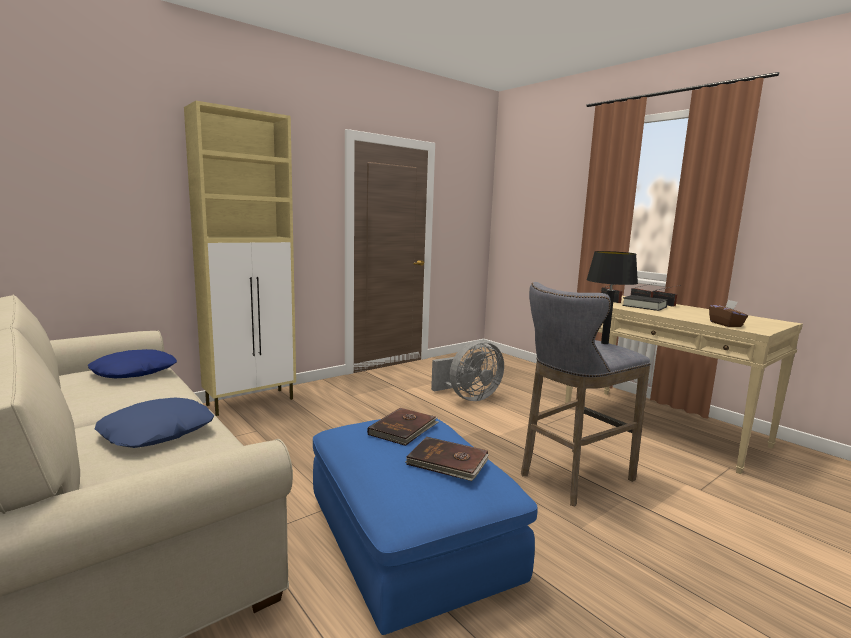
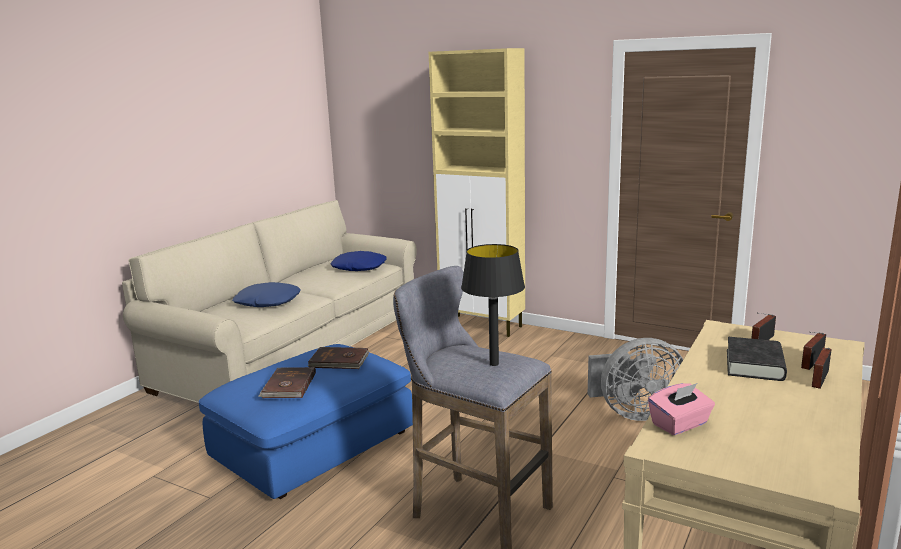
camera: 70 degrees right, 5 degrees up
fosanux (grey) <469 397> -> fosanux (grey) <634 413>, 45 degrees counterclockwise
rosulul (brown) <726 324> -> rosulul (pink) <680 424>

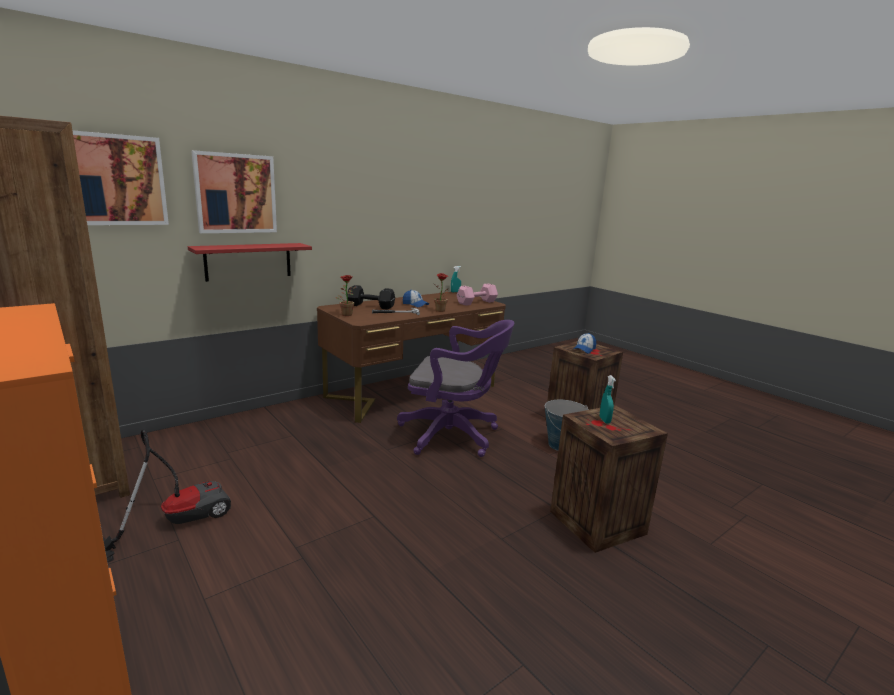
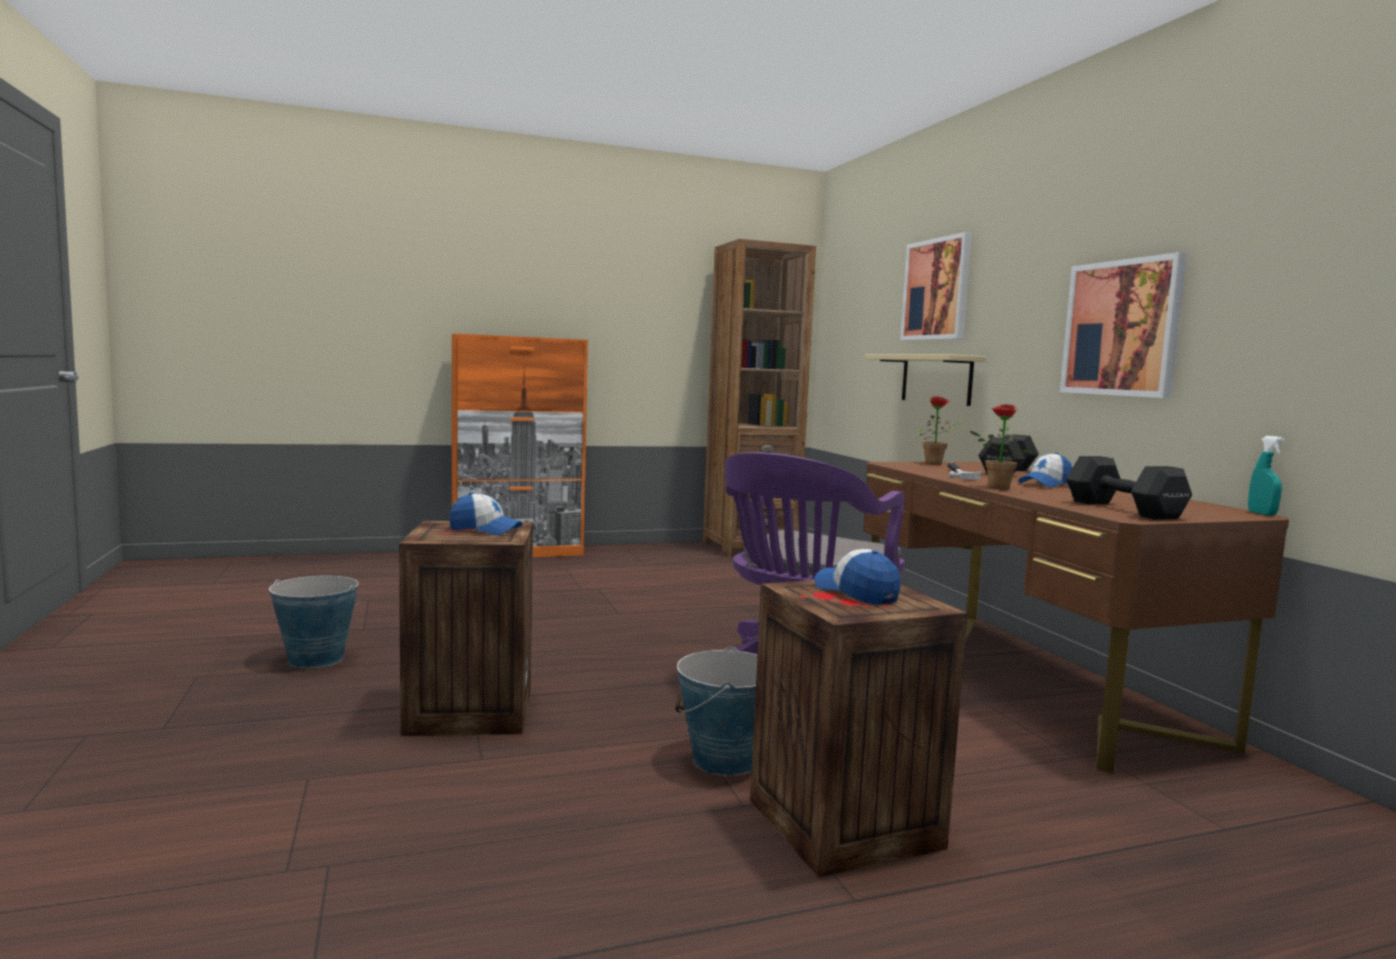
camera: 110 degrees right, 10 degrees down
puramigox <114 180> -> puramigox <1122 328>, relocated
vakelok <177 520> -> none
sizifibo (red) <248 261> -> sizifibo (beige) <936 379>
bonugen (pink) <475 302> -> bonugen (black) <1122 509>
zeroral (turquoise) <604 420> -> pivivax <485 530>
none -> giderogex <315 659>

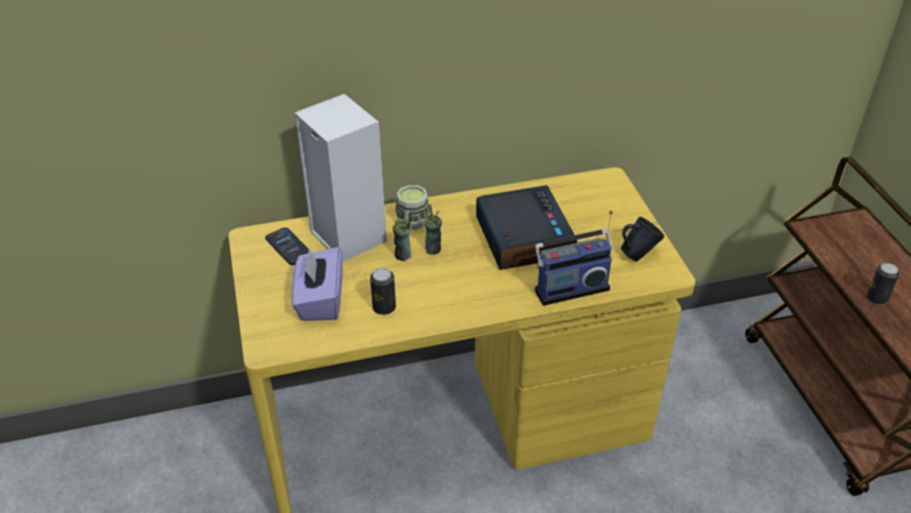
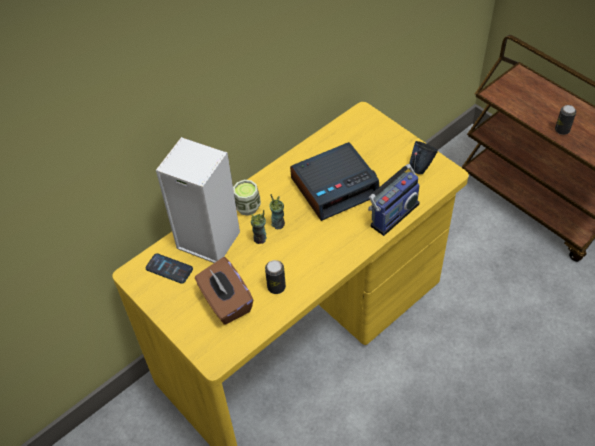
camera: 25 degrees left, 10 degrees up
rosulul (purple) <320 300> -> rosulul (brown) <226 302>
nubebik <524 237> -> nubebik <335 186>, 105 degrees clockwise

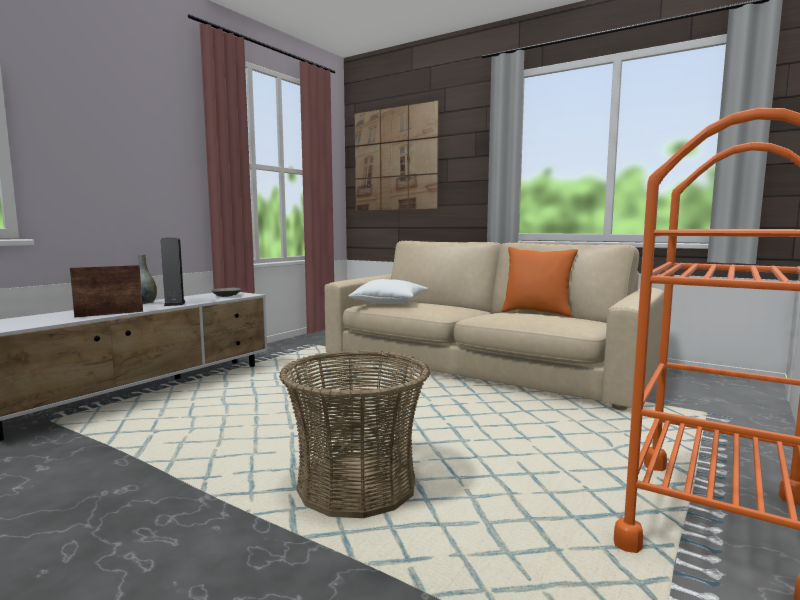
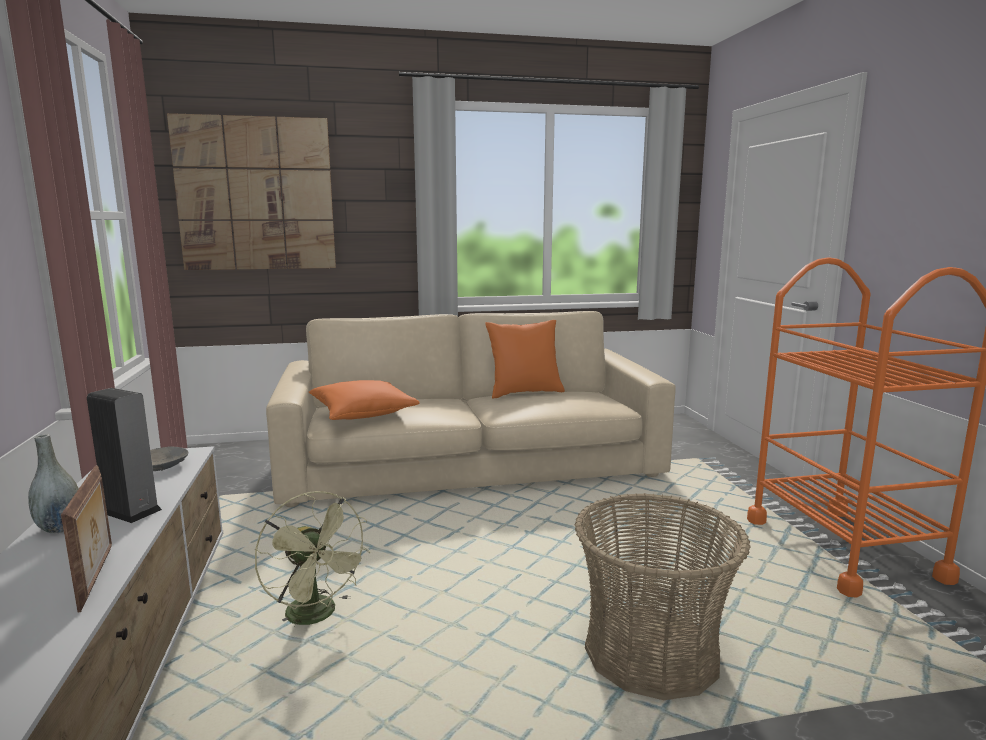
camera: 45 degrees left, 5 degrees up
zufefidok <109 314> -> zufefidok <98 577>, 150 degrees clockwise
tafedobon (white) <389 302> -> tafedobon (orange) <363 413>
none -> fosanux (green) <318 616>

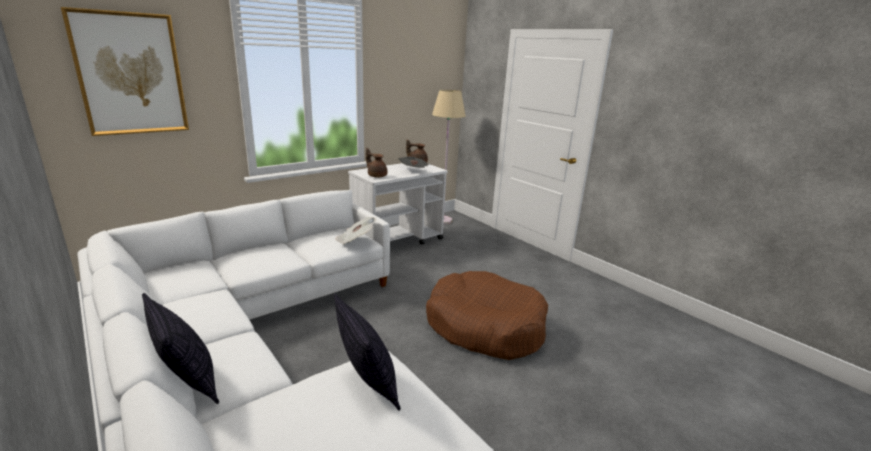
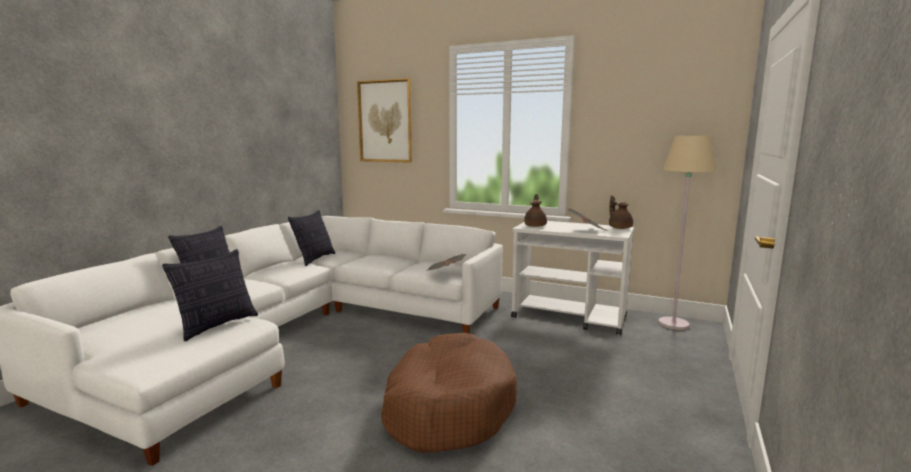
camera: 65 degrees right, 10 degrees down
none -> tafedobon <314 259>

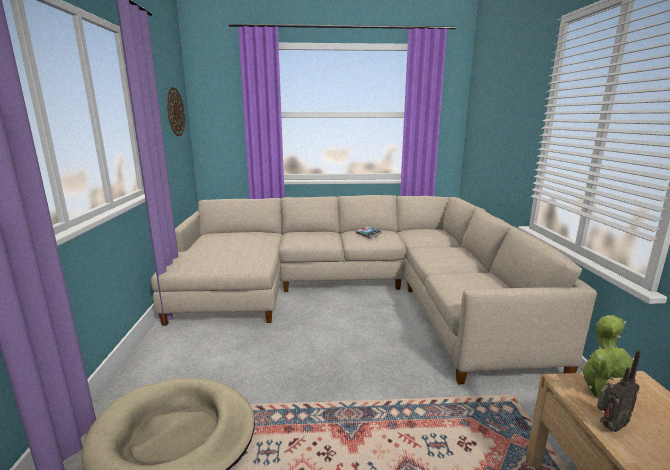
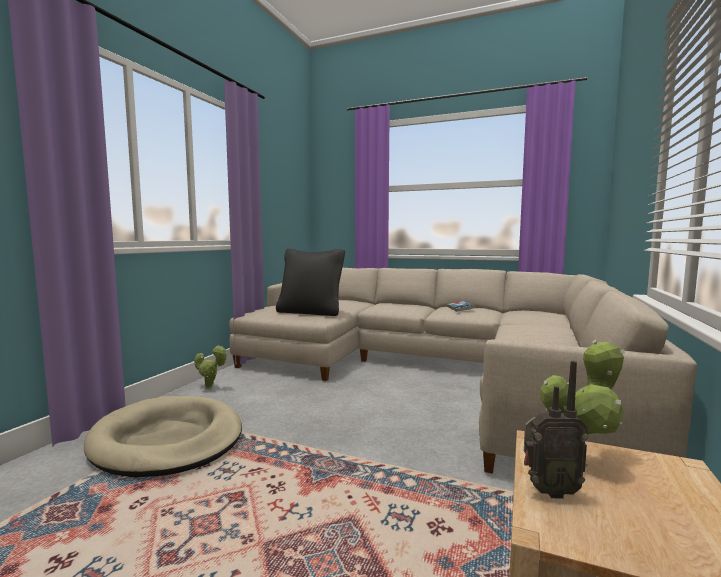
camera: 25 degrees right, 10 degrees down
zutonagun <175 112> -> none
none -> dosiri <210 388>
none -> tafedobon (black) <310 312>

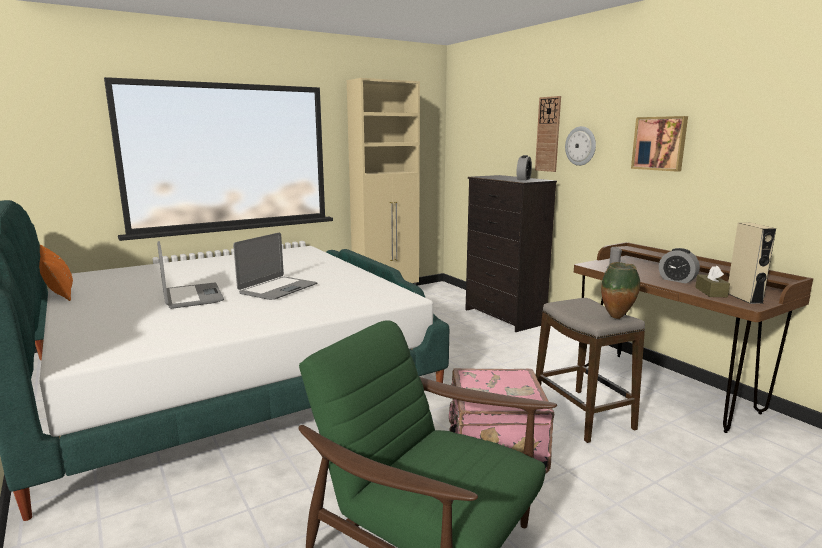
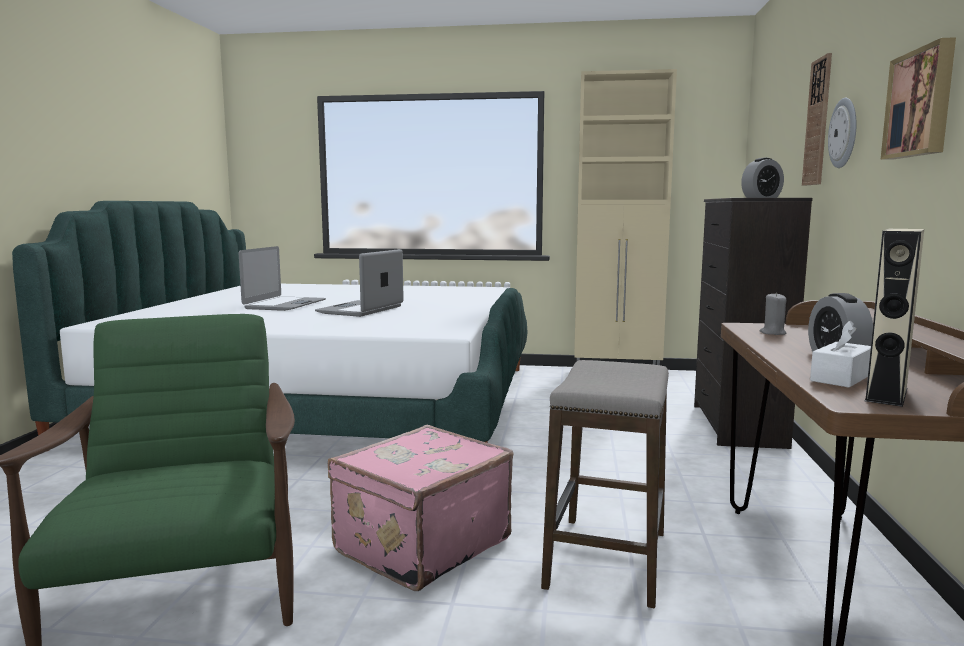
camera: 40 degrees right, 5 degrees down
tafedobon (orange) <59 290> -> none
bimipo <278 289> -> bimipo <361 310>, 135 degrees clockwise
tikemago <617 318> -> none
rosulul (brown) <711 292> -> rosulul (white) <841 378>

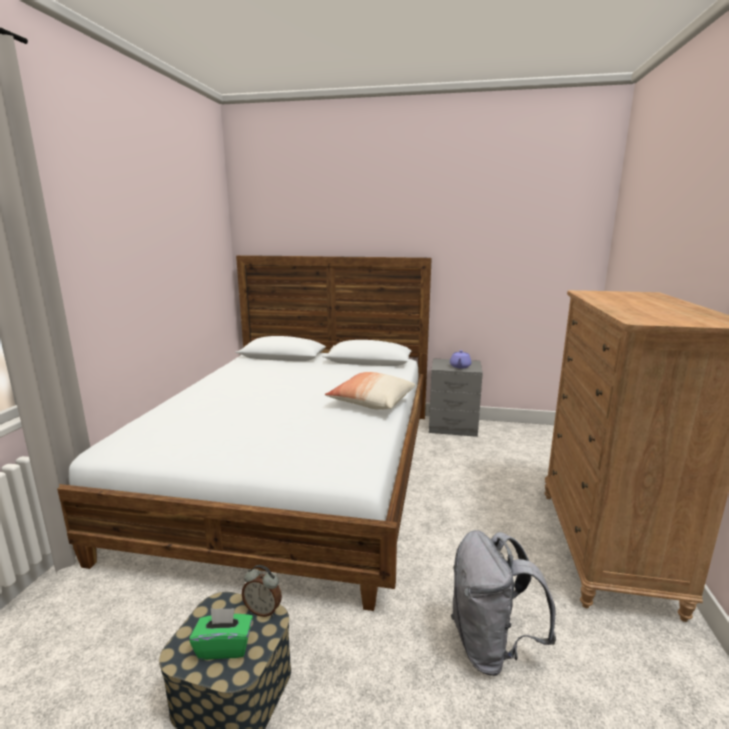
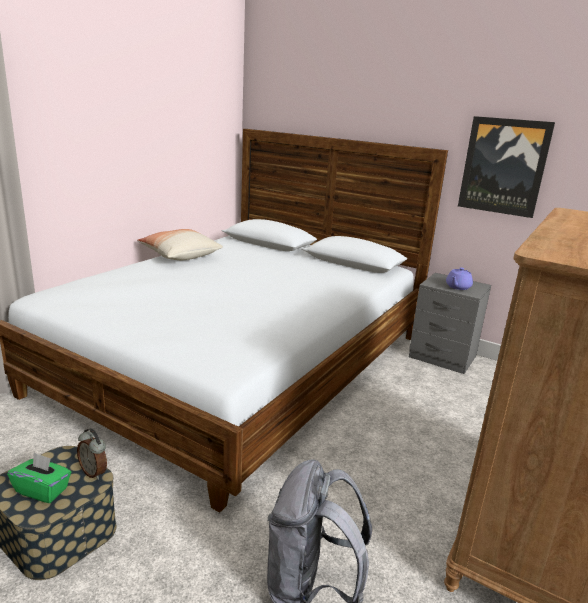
camera: 20 degrees right, 5 degrees up
tafedobon <371 402> -> tafedobon <179 255>, relocated
none -> puramigox <503 166>

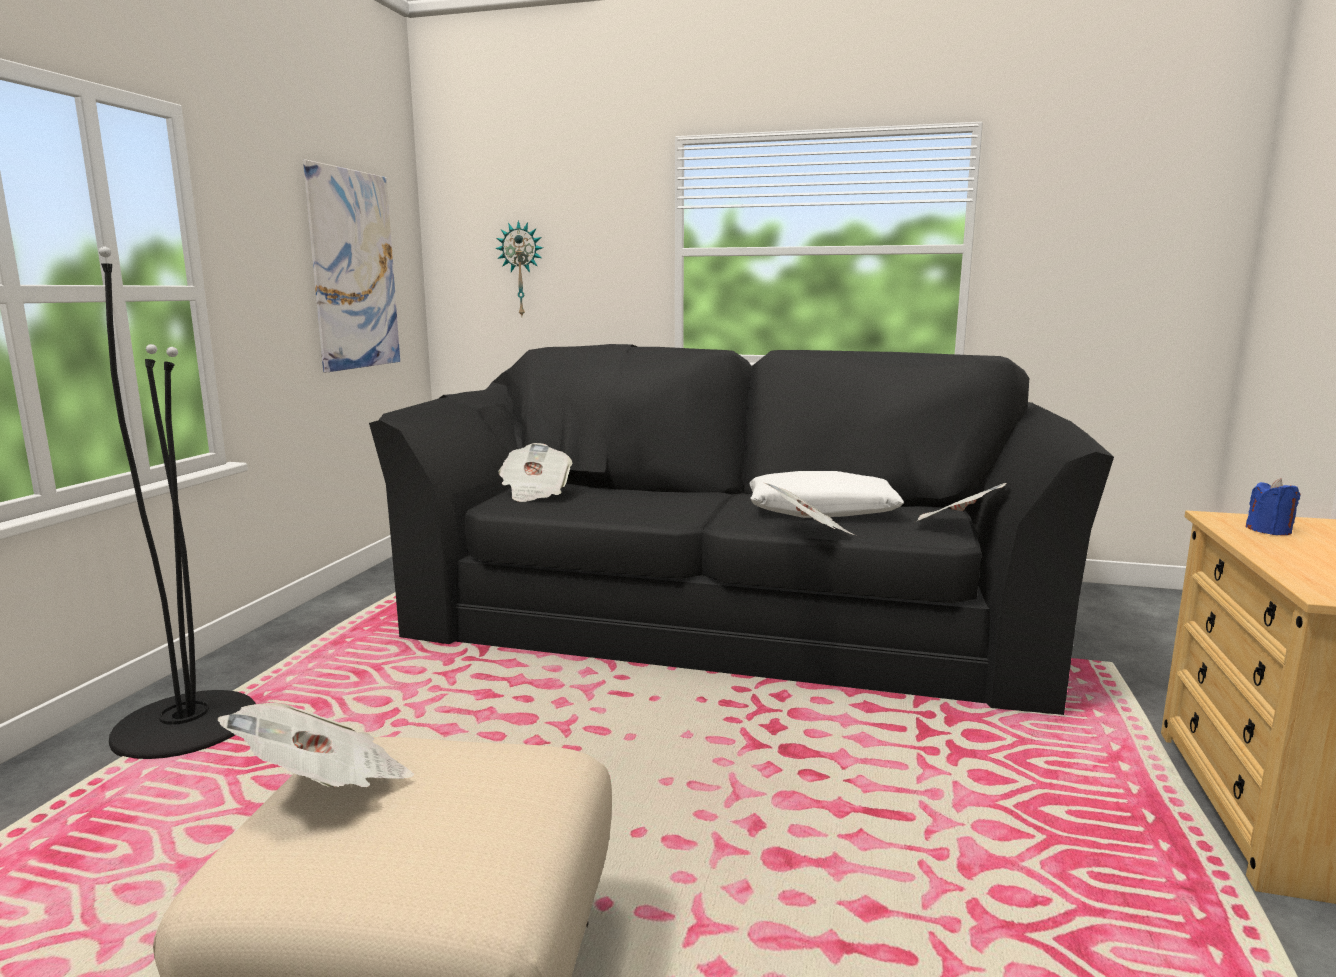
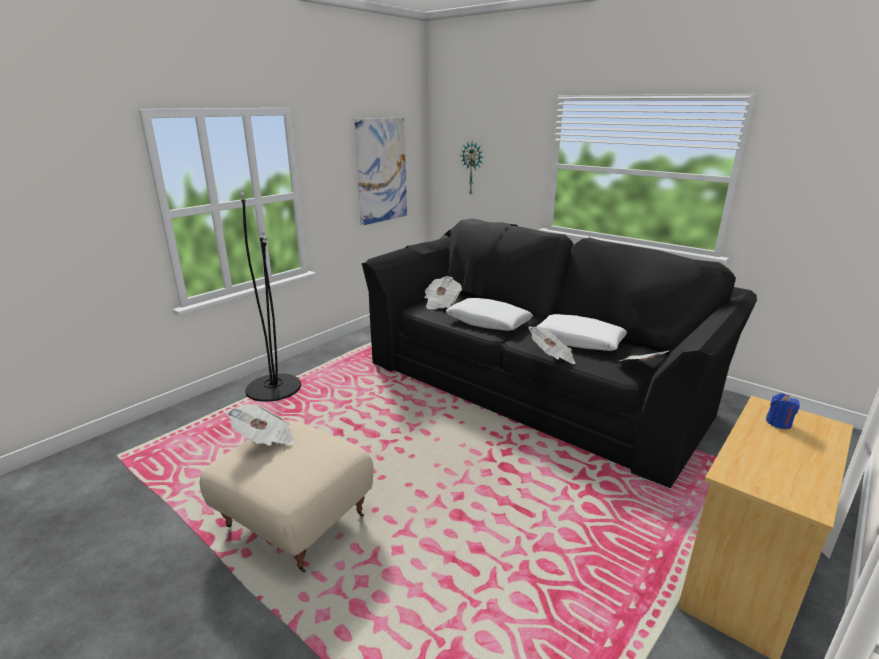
camera: 25 degrees right, 10 degrees up
none -> tafedobon (white) <488 322>

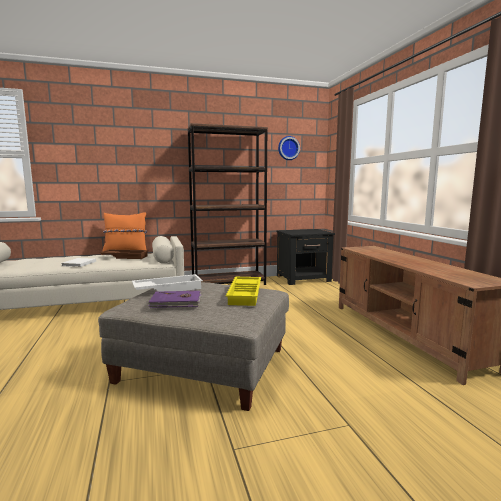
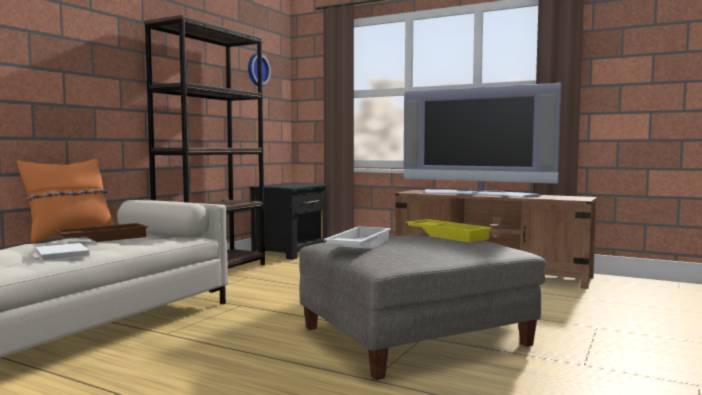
camera: 45 degrees left, 5 degrees down
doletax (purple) <176 302> -> none
none -> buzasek <478 194>

